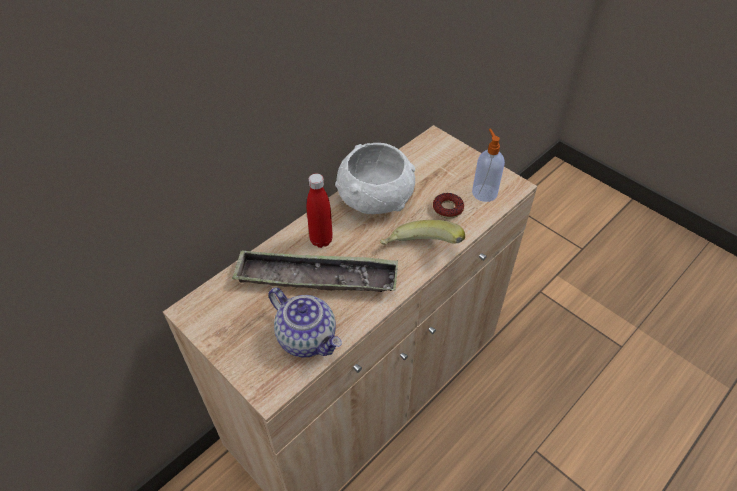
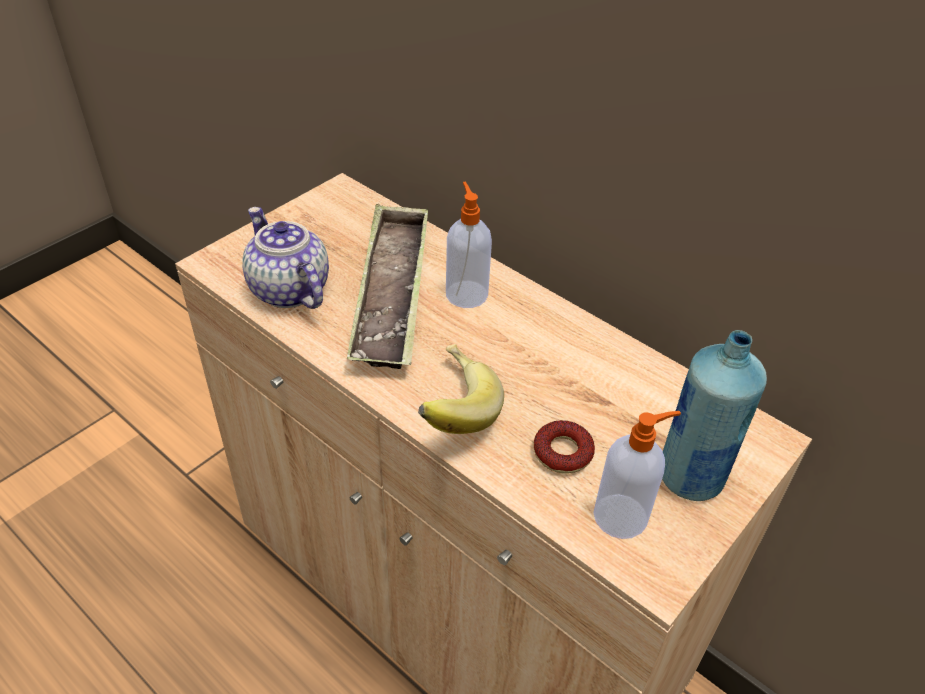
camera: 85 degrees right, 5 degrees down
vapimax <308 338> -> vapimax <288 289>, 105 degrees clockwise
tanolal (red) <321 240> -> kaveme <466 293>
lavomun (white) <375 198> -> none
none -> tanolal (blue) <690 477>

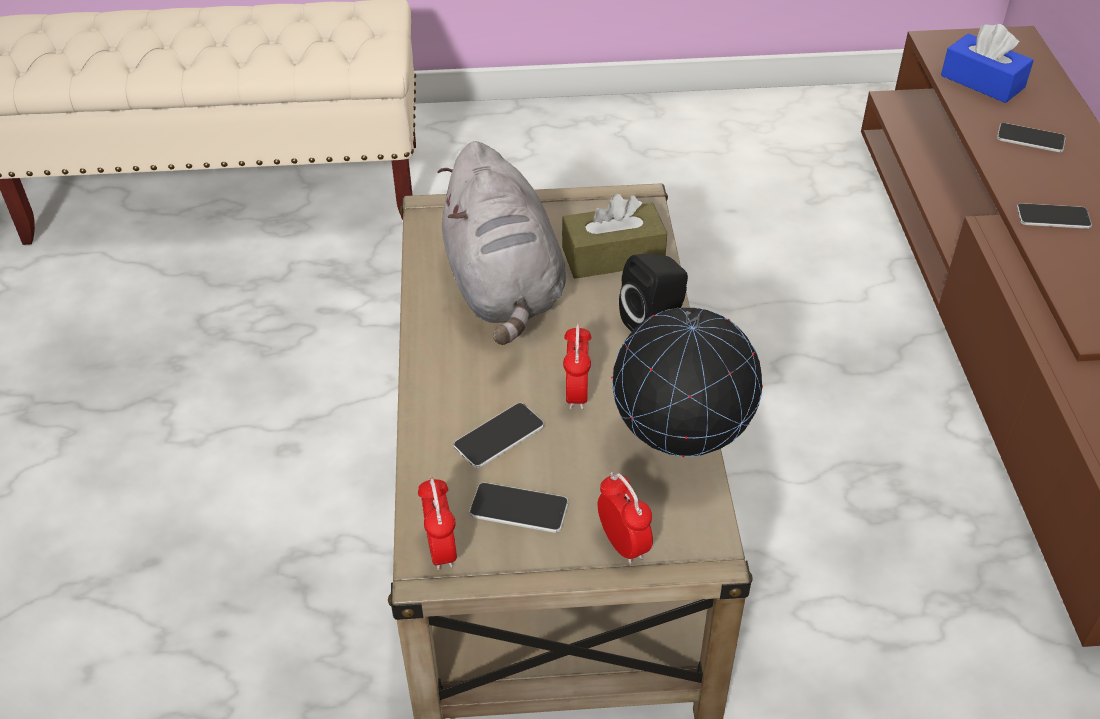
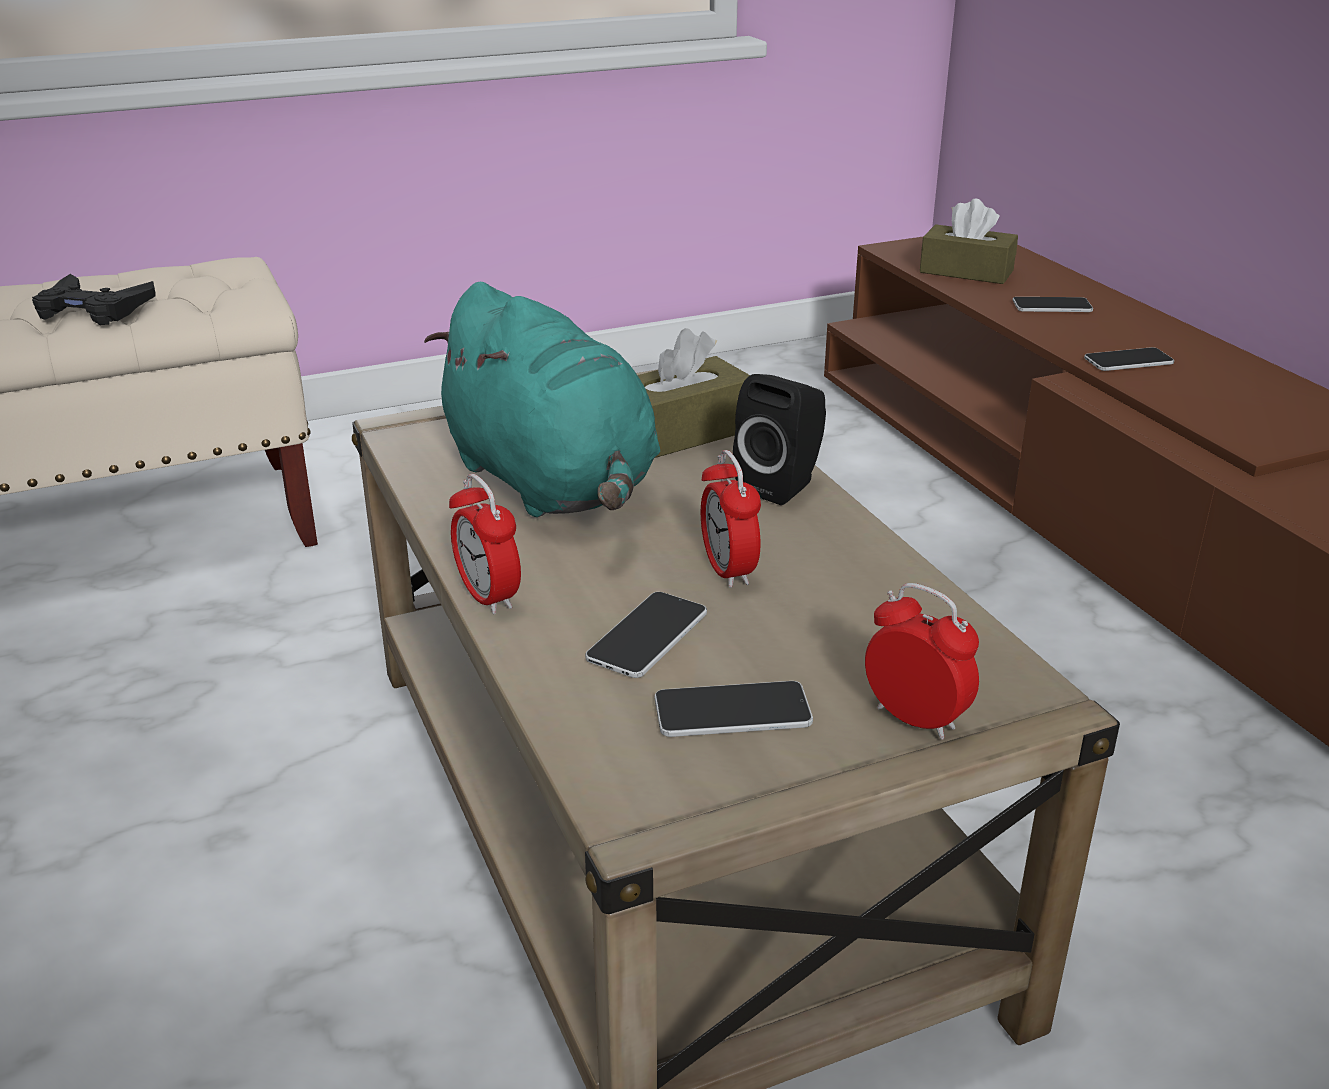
camera: 20 degrees left, 15 degrees down
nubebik <441 549> -> nubebik <488 597>, relocated
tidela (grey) <504 288> -> tidela (turquoise) <553 484>
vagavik <680 444> -> none
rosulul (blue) <982 81> -> rosulul (brown) <966 271>
none -> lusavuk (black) <93 310>

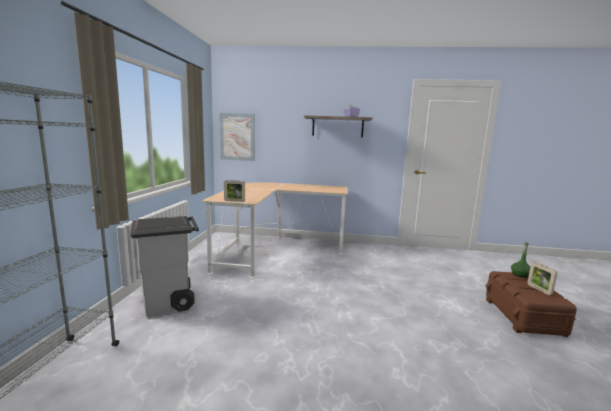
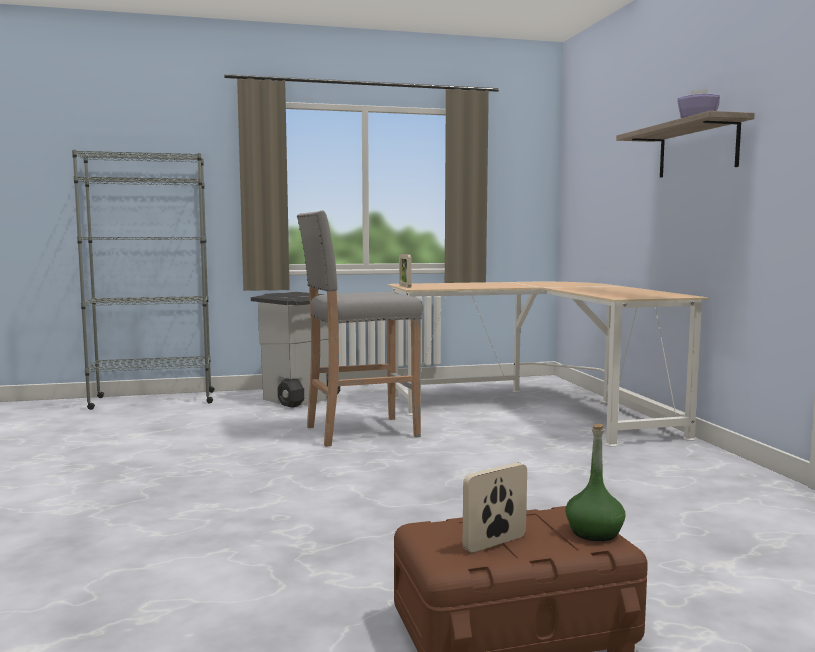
camera: 70 degrees right, 5 degrees down
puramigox <237 137> -> none
none -> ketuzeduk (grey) <359 432>

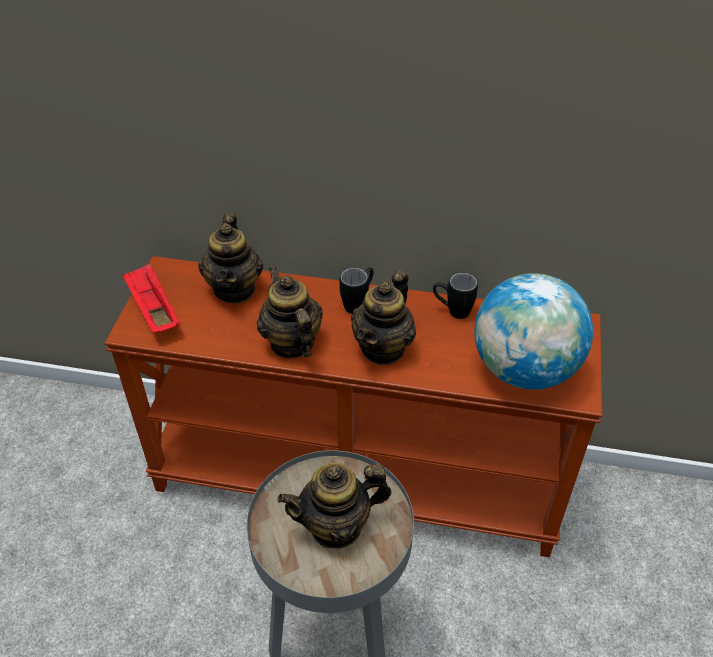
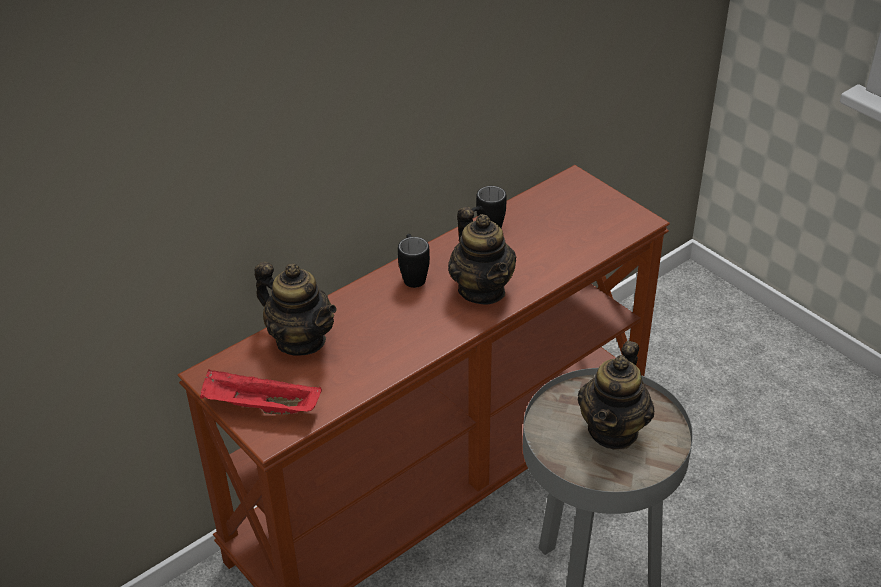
camera: 50 degrees left, 5 degrees down
vapimax <291 343> -> none
vagavik <524 369> -> none

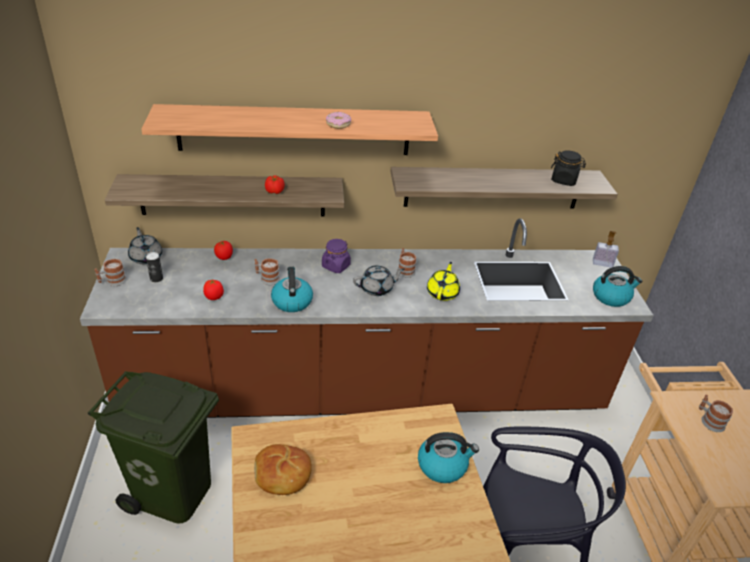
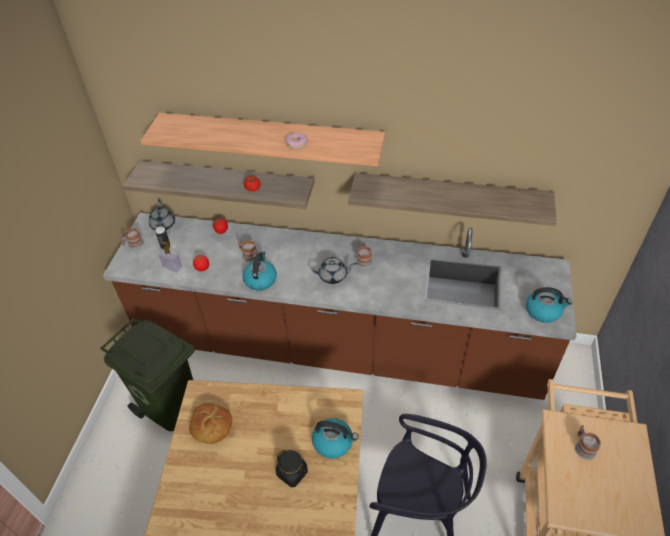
camera: 20 degrees right, 10 degrees up
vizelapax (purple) <336 266> -> none
vapimax (yellow) <442 293> -> none
vizelapax (black) <564 180> -> vizelapax (black) <292 473>, relocated
kaveme <602 263> -> kaveme <172 267>, relocated

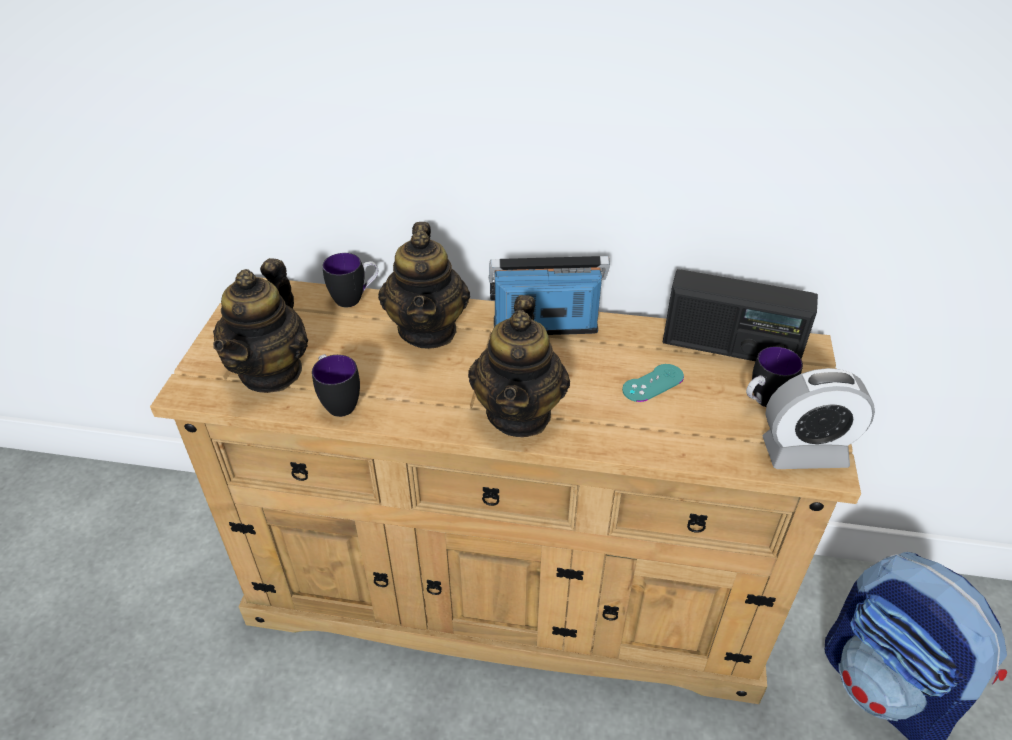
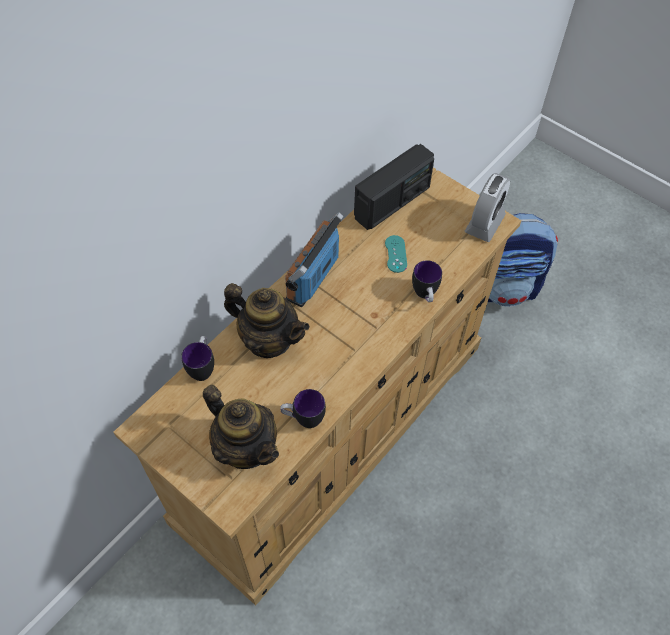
camera: 60 degrees left, 15 degrees up
vapimax <519 413> -> none
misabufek <762 402> -> misabufek <425 296>, relocated

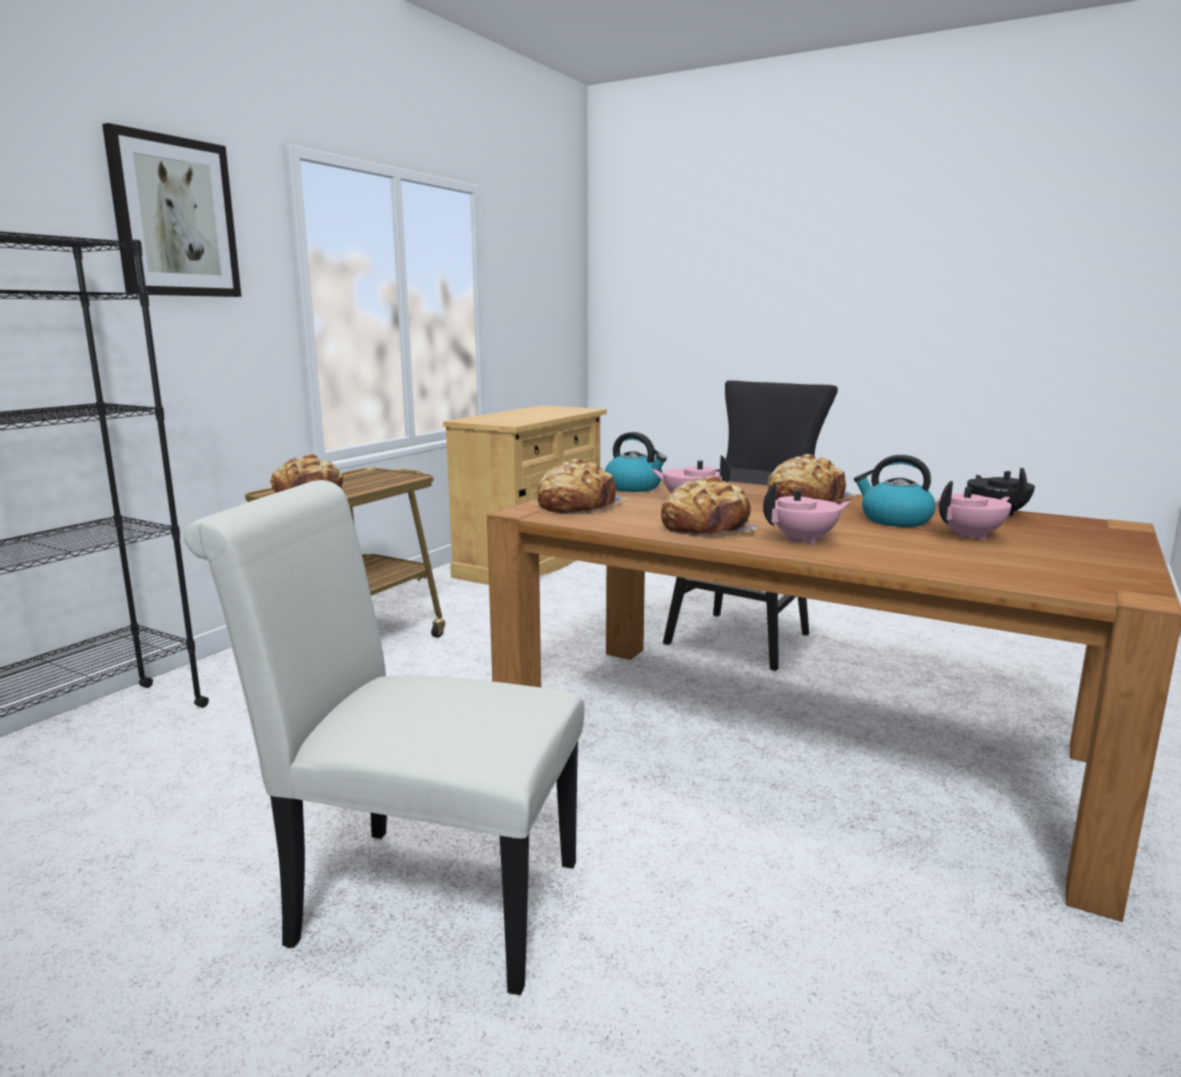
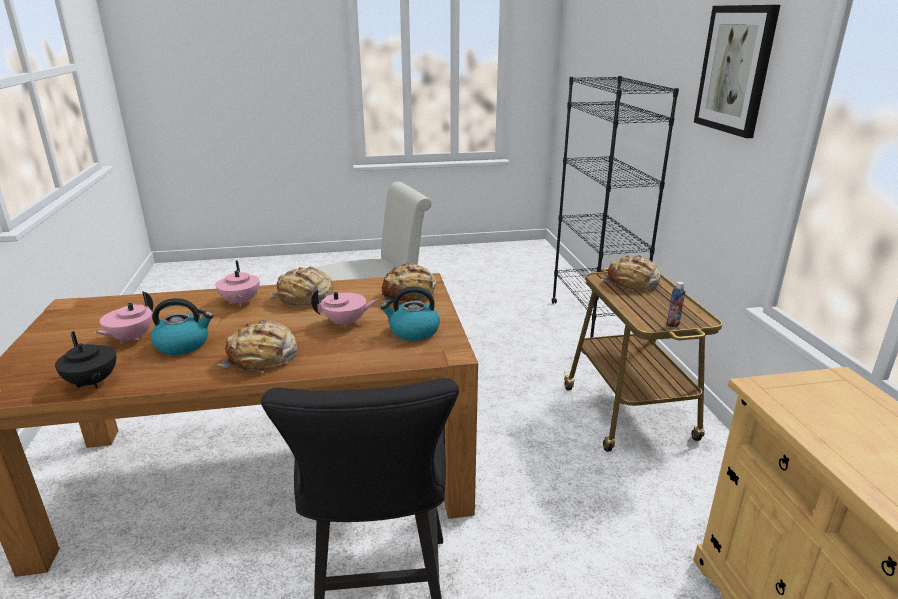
camera: 140 degrees right, 10 degrees up
vapimax (pink) <804 540> -> vapimax (pink) <240 302>, 45 degrees counterclockwise
none -> tanolal <673 324>

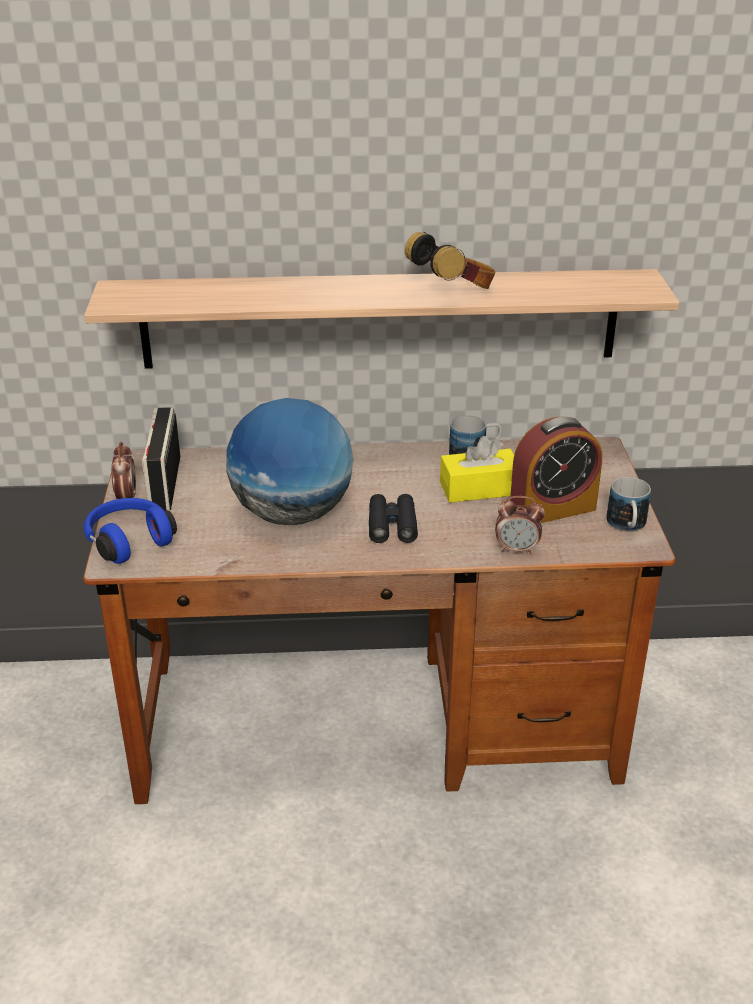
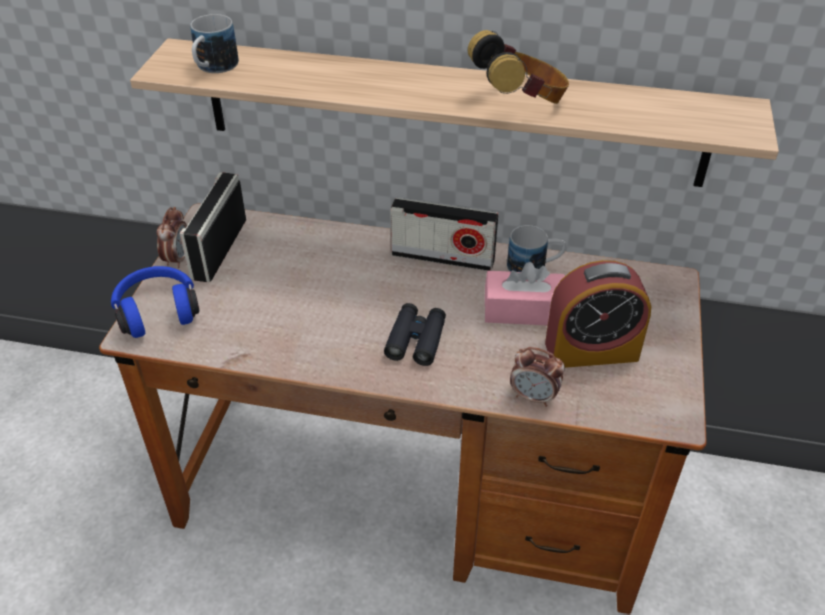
camera: 15 degrees right, 10 degrees up
vagavik <292 514> -> none
rosulul (yellow) <479 488> -> rosulul (pink) <523 310>
misabufek <627 526> -> misabufek <213 68>, relocated
none -> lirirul <442 257>

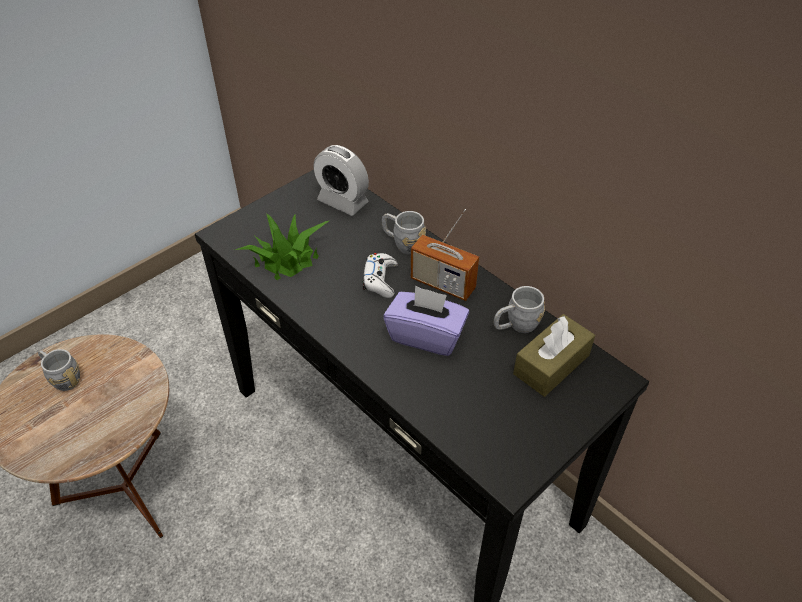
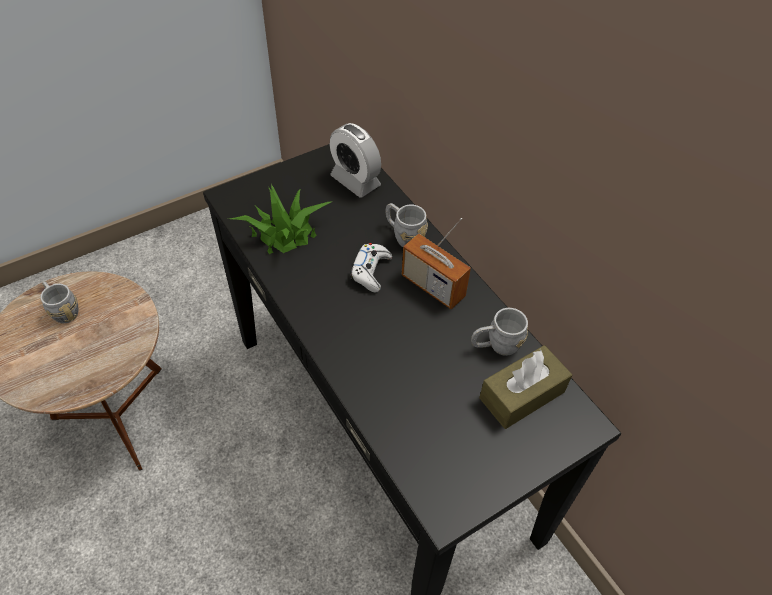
camera: 10 degrees right, 5 degrees up
rosulul (purple) <426 335> -> none

